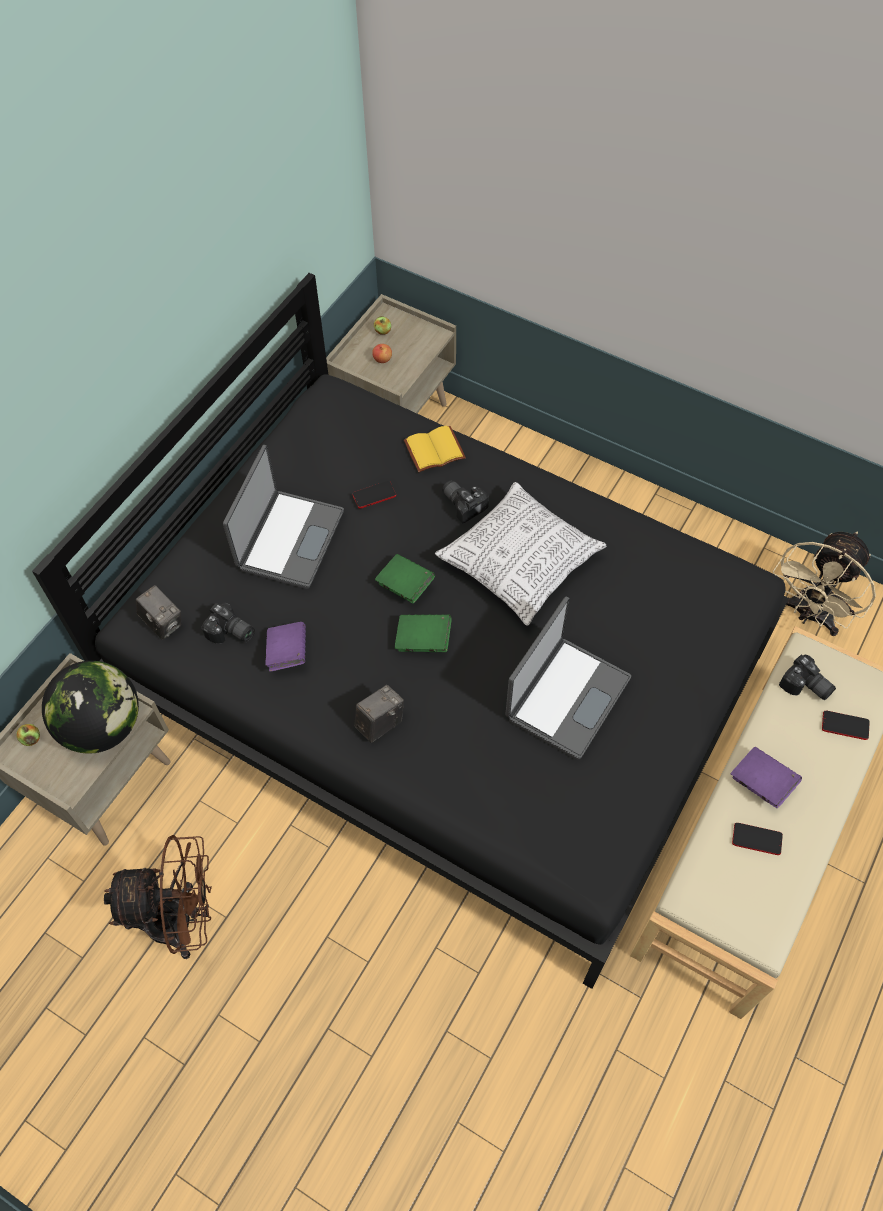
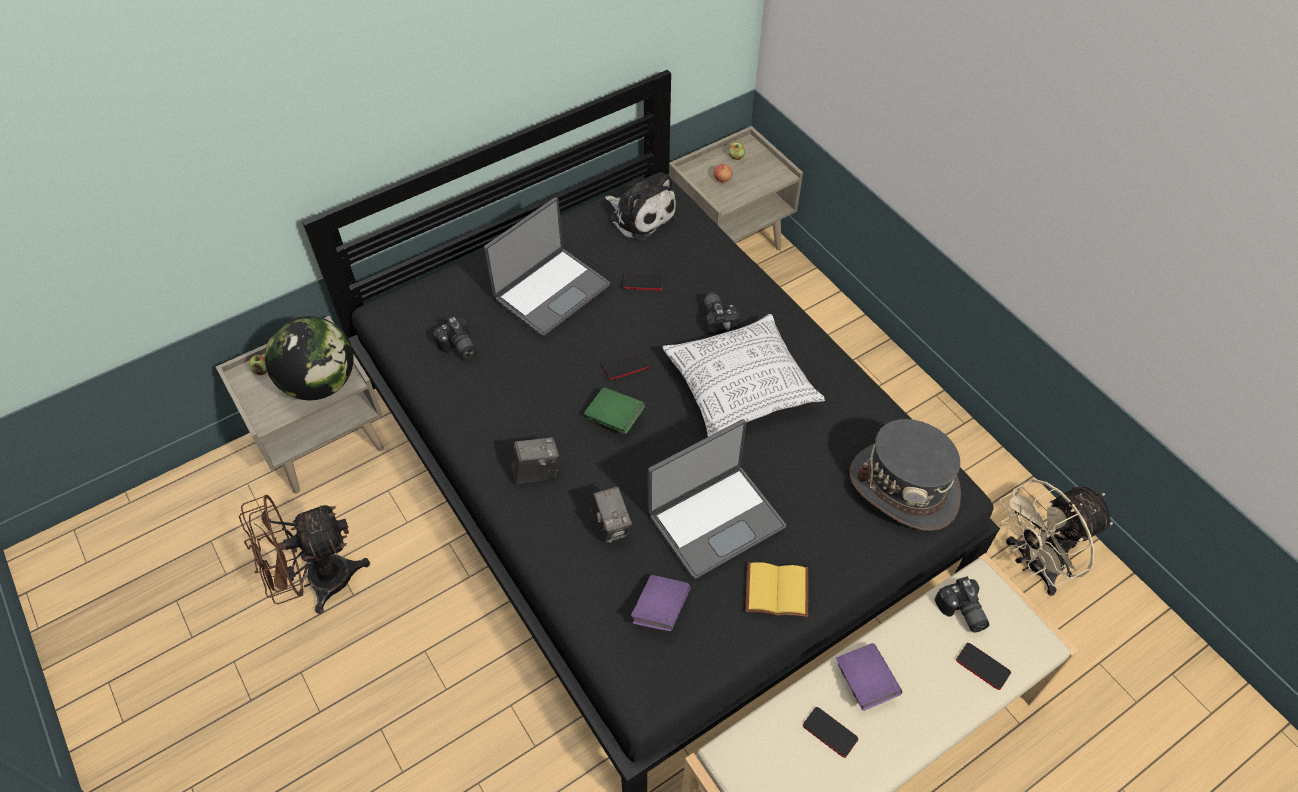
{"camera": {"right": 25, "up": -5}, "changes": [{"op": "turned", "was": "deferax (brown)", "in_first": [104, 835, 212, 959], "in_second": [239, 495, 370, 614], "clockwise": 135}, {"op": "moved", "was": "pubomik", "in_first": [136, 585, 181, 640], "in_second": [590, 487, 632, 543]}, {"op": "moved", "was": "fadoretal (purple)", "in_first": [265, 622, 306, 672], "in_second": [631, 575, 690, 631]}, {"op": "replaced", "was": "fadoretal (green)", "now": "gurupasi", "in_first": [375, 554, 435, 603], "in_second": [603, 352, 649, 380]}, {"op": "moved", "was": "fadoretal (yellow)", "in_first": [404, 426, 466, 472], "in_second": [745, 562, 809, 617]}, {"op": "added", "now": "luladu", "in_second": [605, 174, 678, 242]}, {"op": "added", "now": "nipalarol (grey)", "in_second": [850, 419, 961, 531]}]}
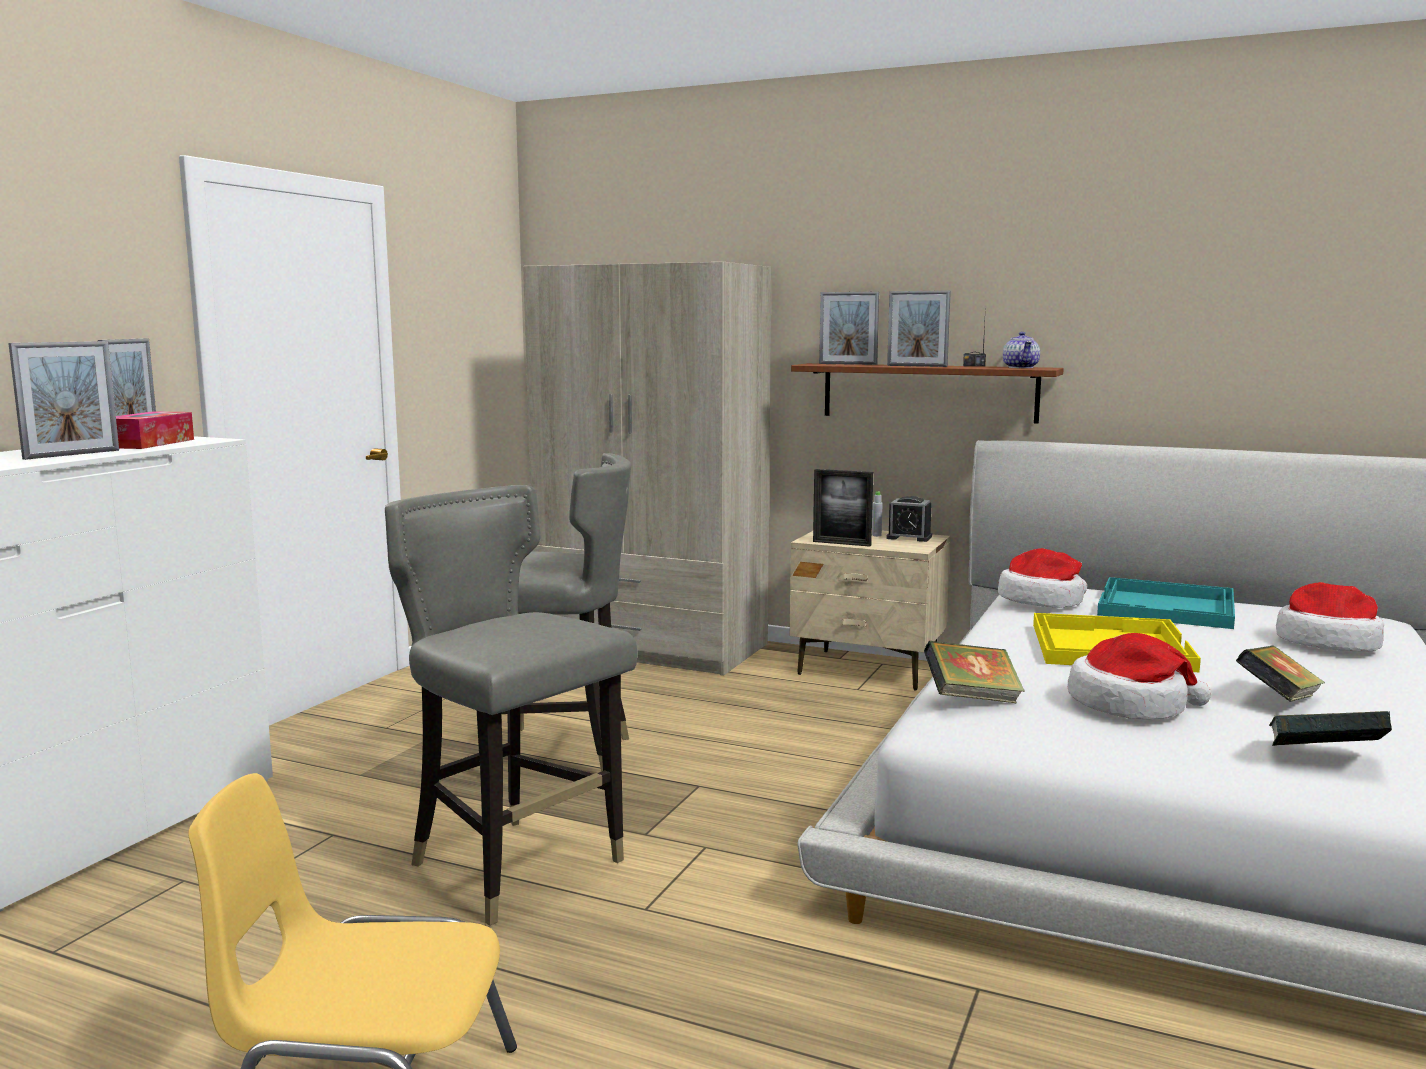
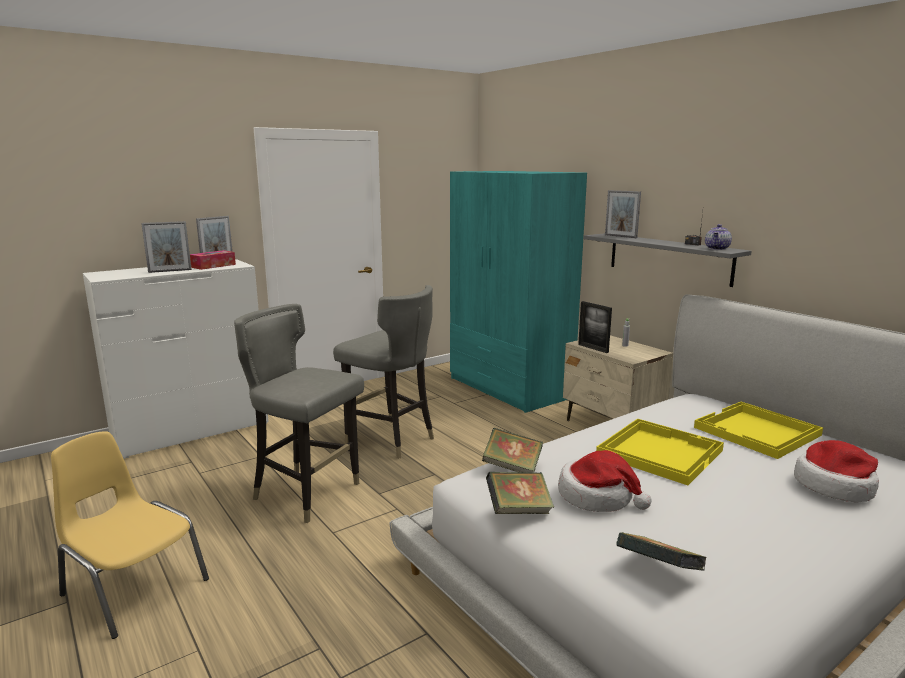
{"camera": {"right": 30, "up": 5}, "changes": [{"op": "turned", "was": "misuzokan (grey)", "in_first": [385, 485, 637, 926], "in_second": [234, 304, 364, 523], "clockwise": -45}, {"op": "recoloured", "was": "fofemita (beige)", "now": "fofemita (turquoise)", "in_first": [523, 262, 771, 676], "in_second": [450, 171, 587, 413]}, {"op": "recoloured", "was": "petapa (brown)", "now": "petapa (grey)", "in_first": [791, 363, 1064, 424], "in_second": [584, 233, 752, 287]}, {"op": "removed", "was": "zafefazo", "in_first": [886, 496, 932, 542]}, {"op": "removed", "was": "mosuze", "in_first": [887, 291, 951, 367]}, {"op": "removed", "was": "nipalarol", "in_first": [998, 548, 1087, 608]}, {"op": "recoloured", "was": "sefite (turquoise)", "now": "sefite (yellow)", "in_first": [1097, 577, 1235, 629], "in_second": [694, 402, 823, 459]}, {"op": "moved", "was": "fadoretal", "in_first": [1236, 646, 1325, 702], "in_second": [486, 472, 554, 514]}]}
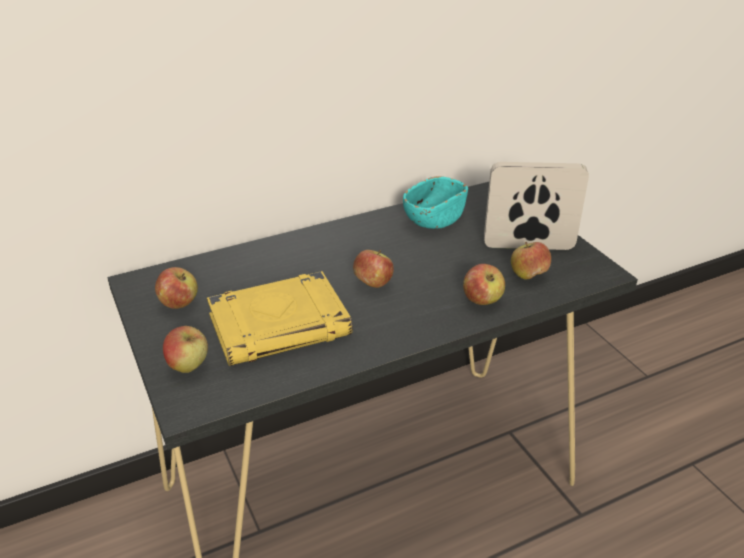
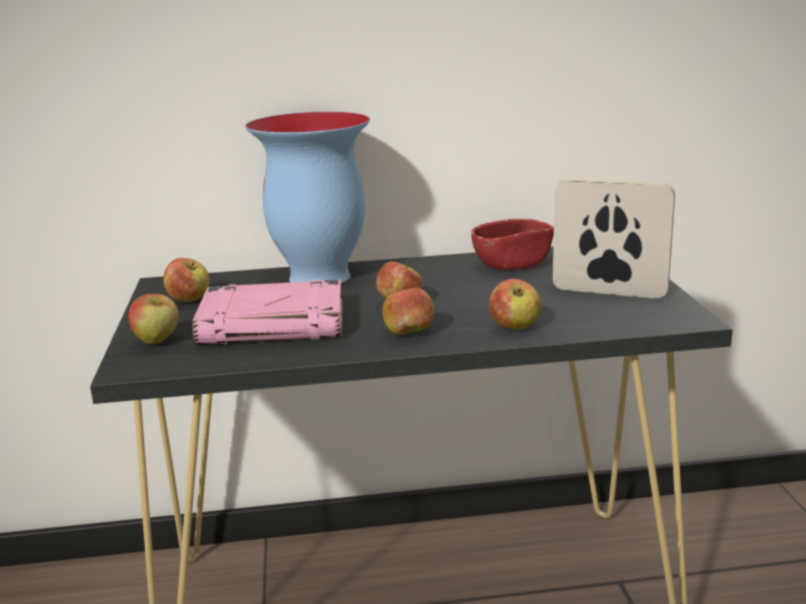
{"camera": {"right": 20, "up": -15}, "changes": [{"op": "recoloured", "was": "fadoretal (yellow)", "now": "fadoretal (pink)", "in_first": [207, 271, 353, 366], "in_second": [192, 279, 342, 345]}, {"op": "recoloured", "was": "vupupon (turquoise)", "now": "vupupon (red)", "in_first": [403, 176, 468, 229], "in_second": [471, 218, 554, 270]}, {"op": "moved", "was": "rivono", "in_first": [511, 242, 551, 279], "in_second": [382, 286, 434, 335]}, {"op": "added", "now": "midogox", "in_second": [245, 112, 370, 283]}]}
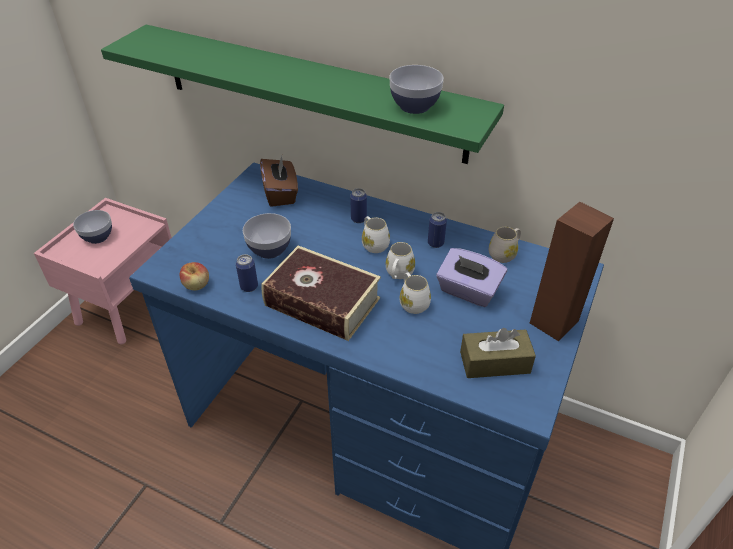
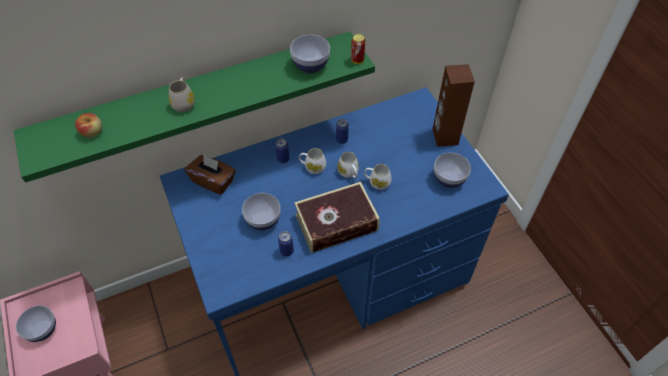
{"camera": {"right": -50, "up": 10}, "changes": [{"op": "moved", "was": "rivono", "in_first": [180, 262, 209, 290], "in_second": [75, 113, 102, 138]}, {"op": "removed", "was": "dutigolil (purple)", "in_first": [436, 248, 507, 307]}, {"op": "replaced", "was": "dutigolil (brown)", "now": "vupupon", "in_first": [460, 328, 536, 378], "in_second": [434, 153, 471, 188]}, {"op": "moved", "was": "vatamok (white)", "in_first": [489, 227, 521, 263], "in_second": [169, 78, 195, 112]}, {"op": "added", "now": "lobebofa", "in_second": [351, 34, 365, 64]}]}
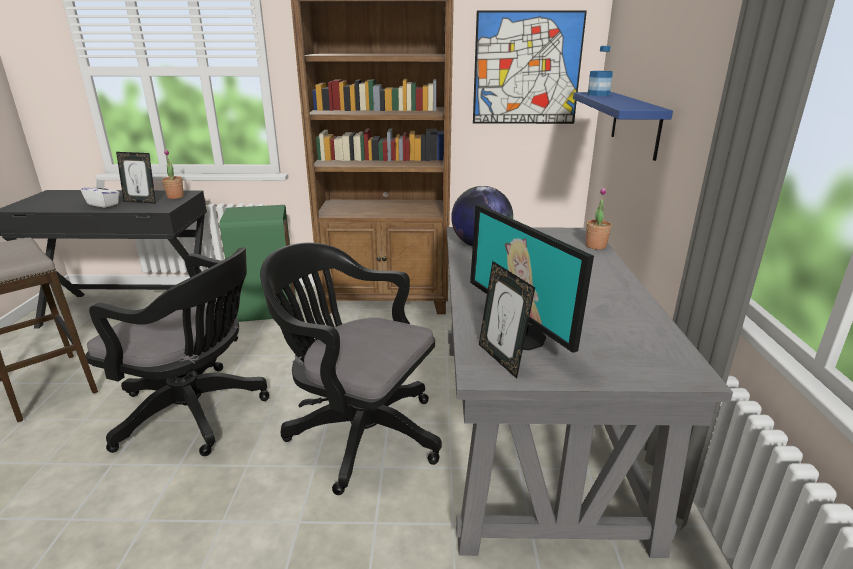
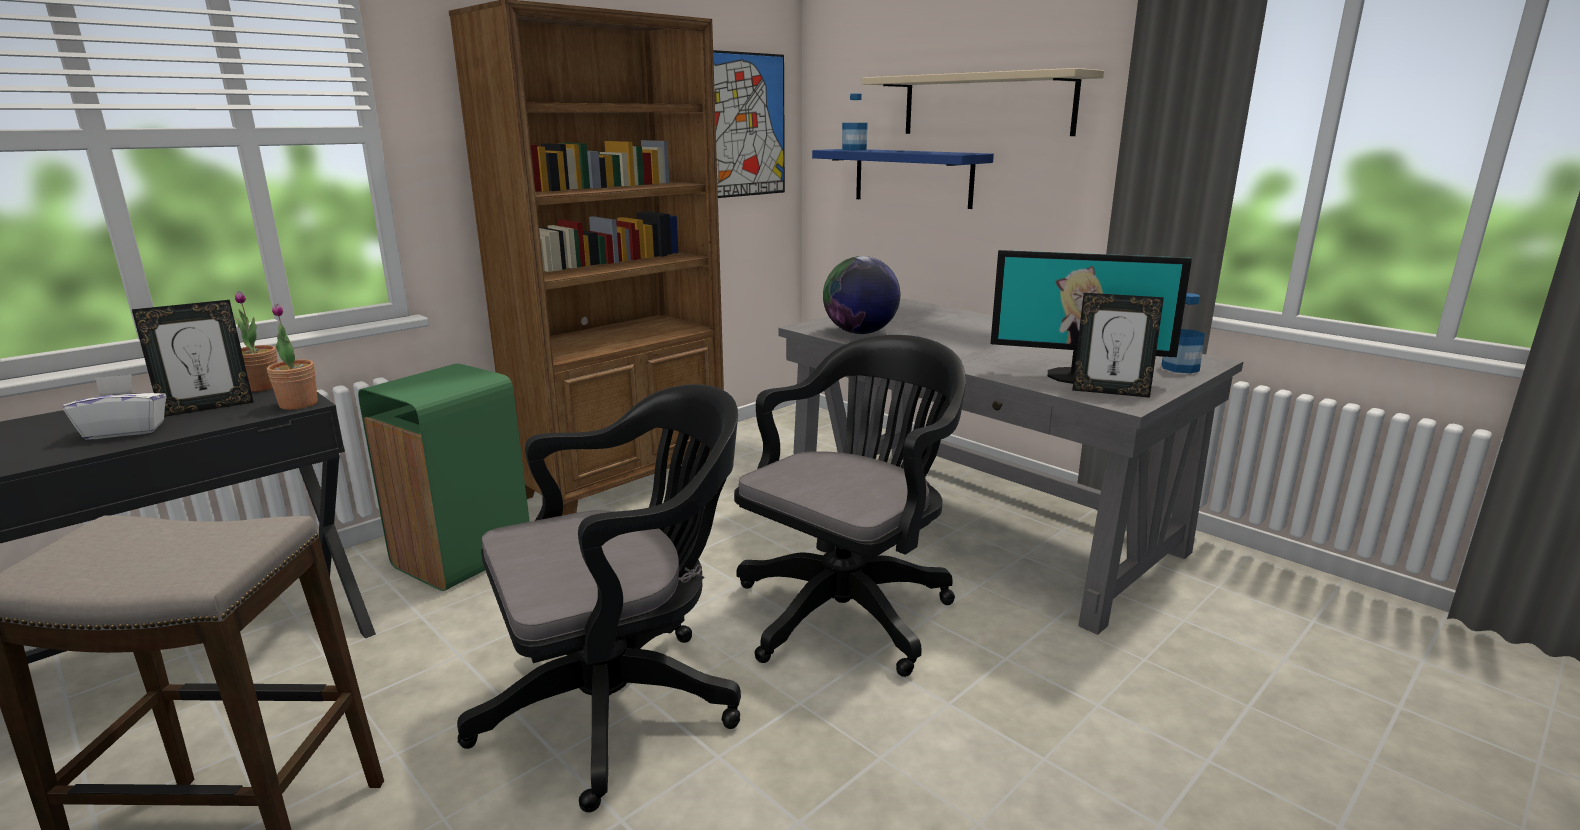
{"camera": {"right": -45, "up": -5}, "changes": [{"op": "turned", "was": "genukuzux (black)", "in_first": [260, 243, 442, 495], "in_second": [734, 335, 966, 677], "clockwise": 150}, {"op": "moved", "was": "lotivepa", "in_first": [586, 187, 612, 250], "in_second": [267, 303, 318, 410]}, {"op": "added", "now": "petapa (beige)", "in_second": [862, 68, 1104, 136]}, {"op": "added", "now": "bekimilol", "in_second": [1162, 293, 1205, 373]}]}
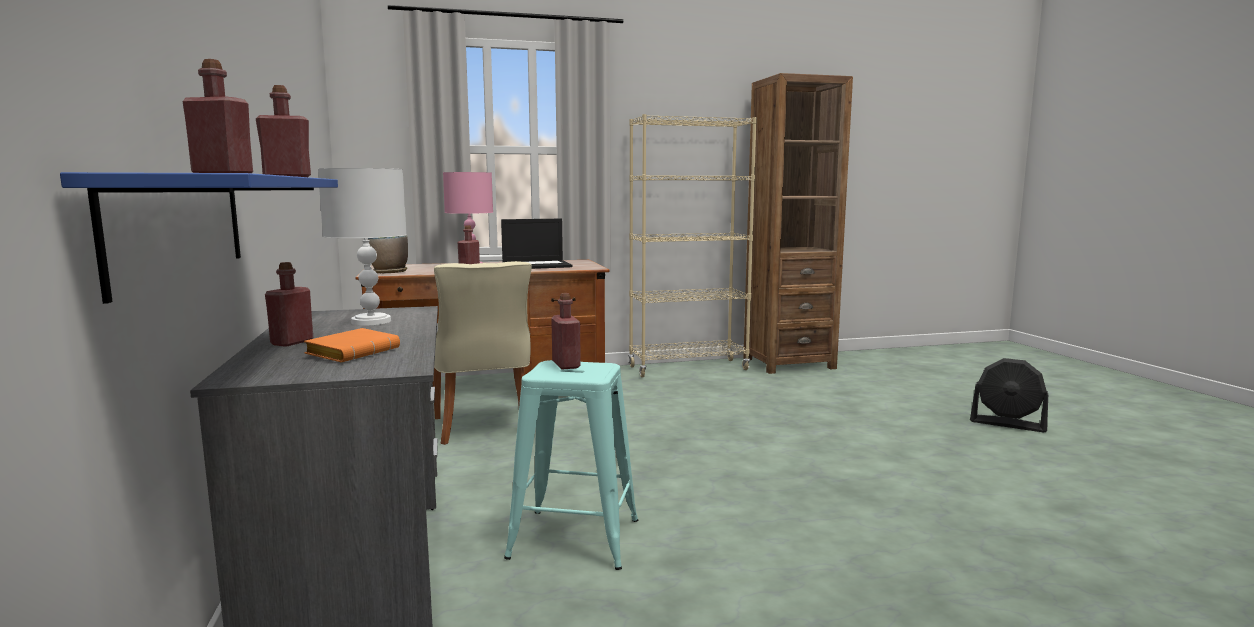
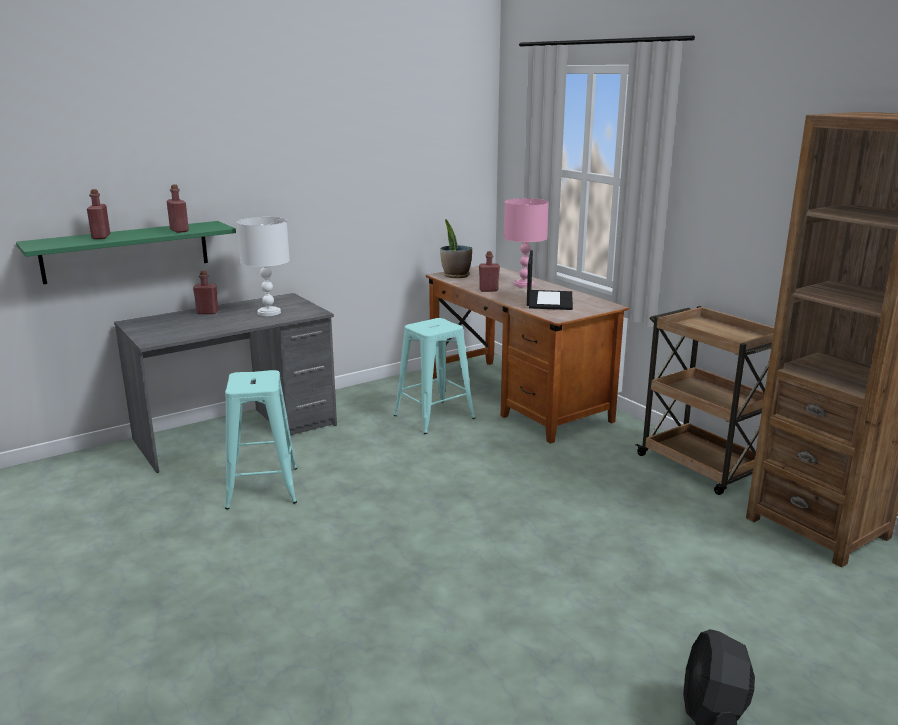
{"camera": {"right": 70, "up": 10}, "changes": [{"op": "recoloured", "was": "petapa (blue)", "now": "petapa (green)", "in_first": [60, 172, 338, 304], "in_second": [16, 221, 236, 284]}, {"op": "removed", "was": "fadoretal (orange)", "in_first": [304, 328, 400, 362]}, {"op": "replaced", "was": "misuzokan (beige)", "now": "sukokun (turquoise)", "in_first": [432, 261, 532, 445], "in_second": [393, 318, 475, 434]}, {"op": "turned", "was": "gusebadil", "in_first": [501, 219, 572, 269], "in_second": [527, 250, 573, 310], "clockwise": -135}, {"op": "removed", "was": "bekimilol (red)", "in_first": [551, 293, 581, 369]}, {"op": "replaced", "was": "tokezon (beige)", "now": "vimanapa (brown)", "in_first": [628, 114, 757, 377], "in_second": [635, 306, 774, 495]}]}
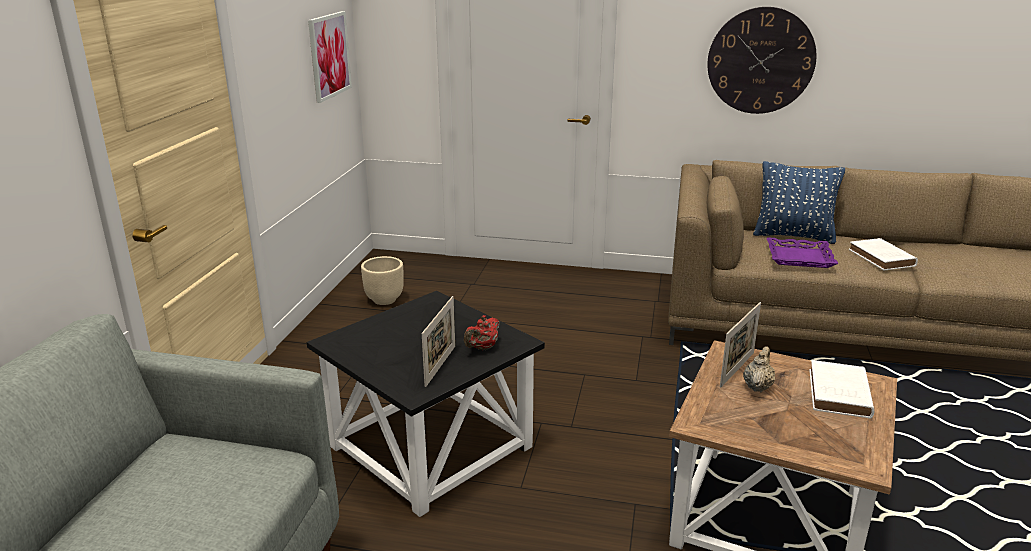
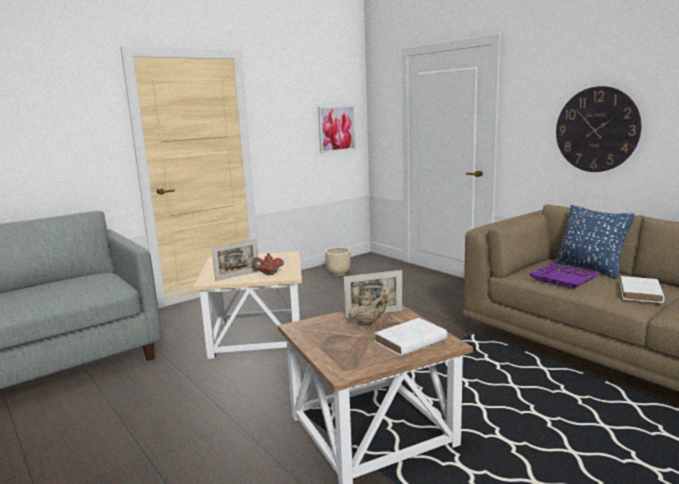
{"camera": {"right": 40, "up": -10}, "changes": [{"op": "recoloured", "was": "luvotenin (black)", "now": "luvotenin (beige)", "in_first": [307, 291, 545, 517], "in_second": [193, 251, 302, 359]}]}
